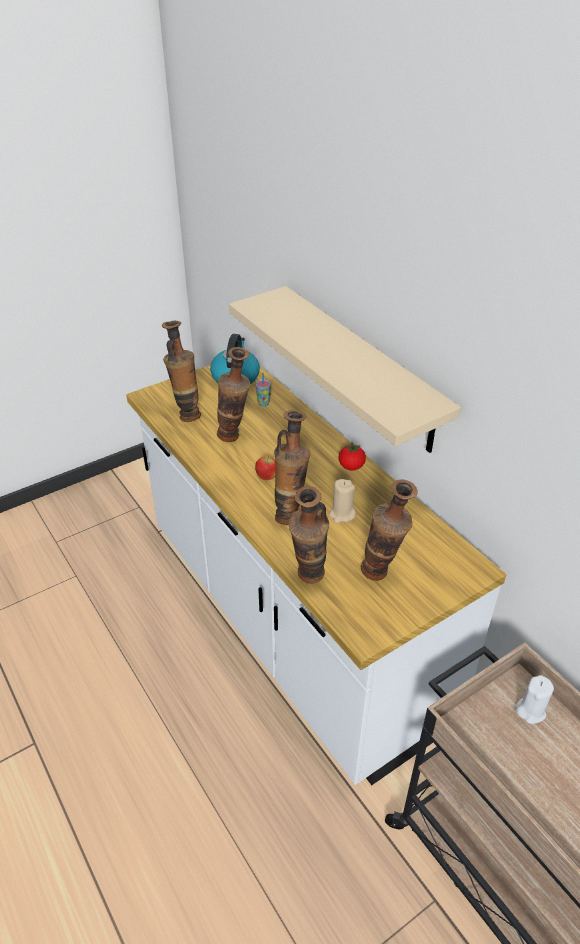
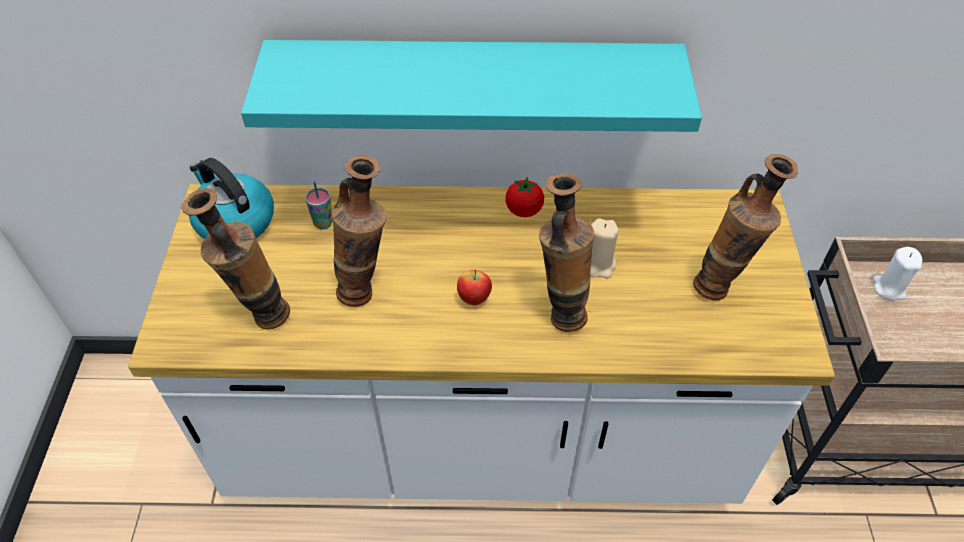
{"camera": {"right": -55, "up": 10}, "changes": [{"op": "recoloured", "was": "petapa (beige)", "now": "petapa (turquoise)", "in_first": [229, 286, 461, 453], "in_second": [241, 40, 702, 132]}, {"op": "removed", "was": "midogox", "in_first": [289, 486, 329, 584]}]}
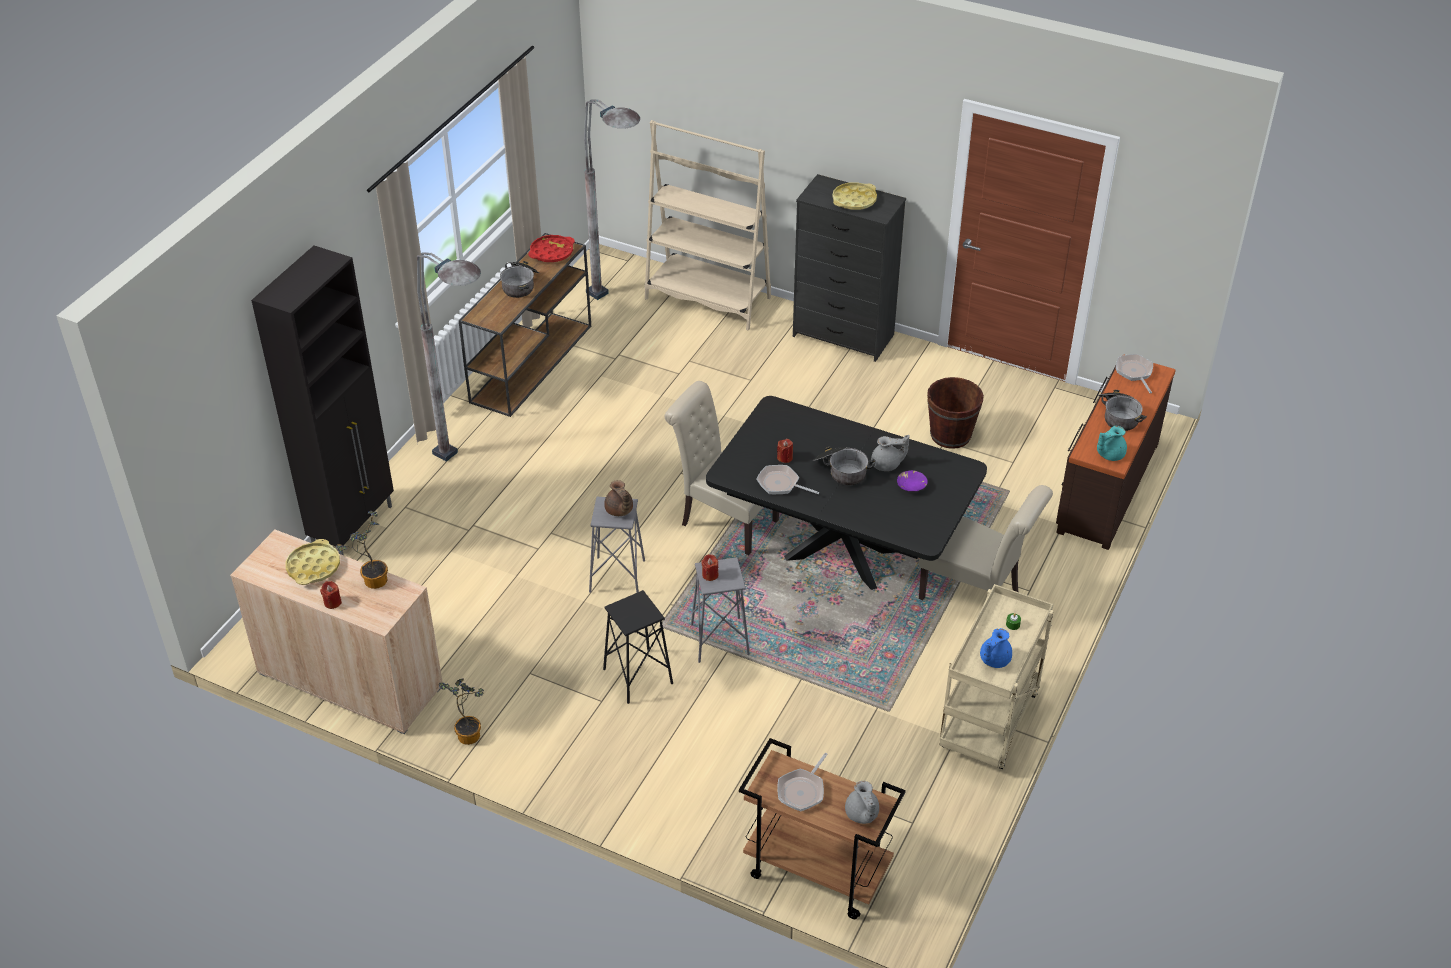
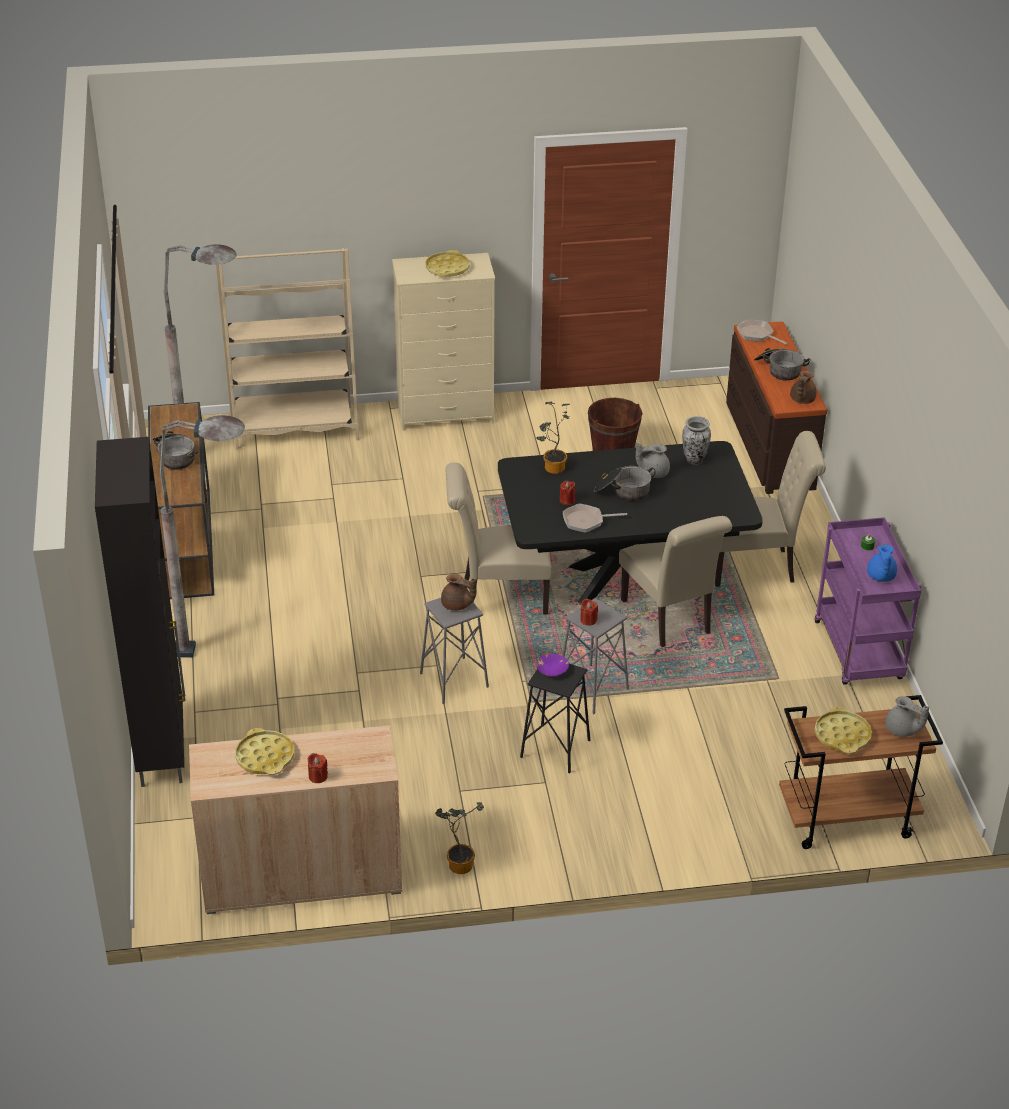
{"camera": {"right": -35, "up": -5}, "changes": [{"op": "moved", "was": "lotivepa", "in_first": [336, 511, 388, 589], "in_second": [536, 402, 570, 474]}, {"op": "removed", "was": "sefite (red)", "in_first": [528, 235, 575, 262]}, {"op": "replaced", "was": "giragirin", "now": "sefite (yellow)", "in_first": [777, 753, 828, 811], "in_second": [815, 707, 872, 754]}, {"op": "recoloured", "was": "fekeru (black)", "now": "fekeru (beige)", "in_first": [793, 174, 906, 362], "in_second": [392, 253, 495, 430]}, {"op": "turned", "was": "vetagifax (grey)", "in_first": [871, 435, 909, 471], "in_second": [636, 443, 670, 478], "clockwise": -150}, {"op": "moved", "was": "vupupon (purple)", "in_first": [897, 470, 928, 492], "in_second": [537, 654, 569, 676]}, {"op": "recoloured", "was": "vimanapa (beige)", "now": "vimanapa (purple)", "in_first": [939, 584, 1053, 769], "in_second": [815, 517, 921, 685]}, {"op": "recoloured", "was": "vetagifax (turquoise)", "now": "vetagifax (brown)", "in_first": [1097, 426, 1127, 461], "in_second": [790, 371, 817, 404]}, {"op": "added", "now": "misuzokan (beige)", "in_second": [619, 516, 732, 647]}, {"op": "added", "now": "midogox", "in_second": [682, 416, 711, 465]}]}
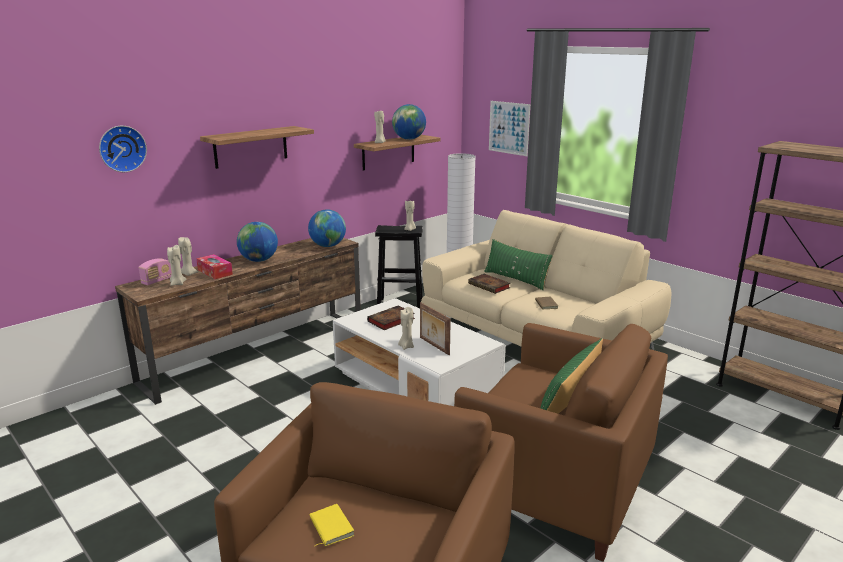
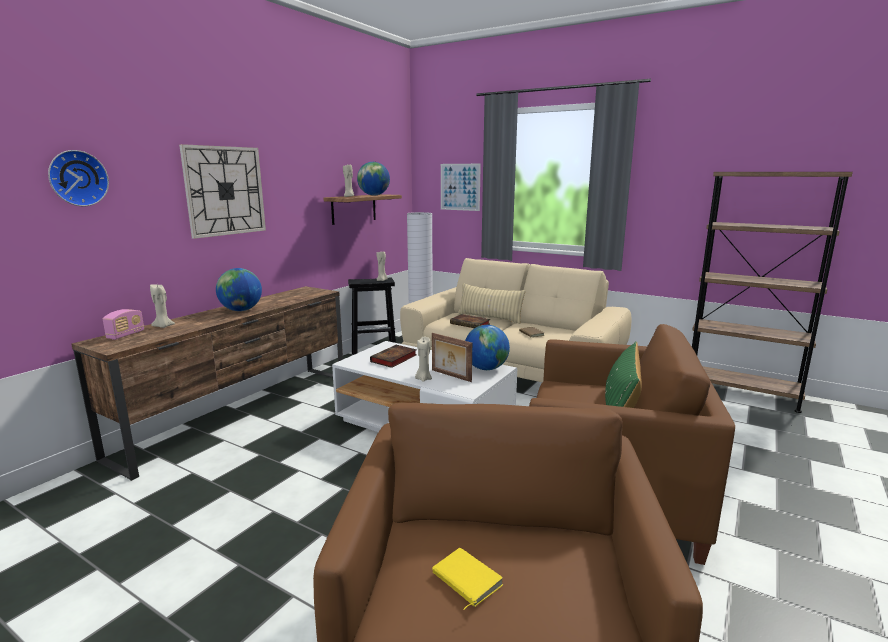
{"camera": {"right": -15, "up": -5}, "changes": [{"op": "removed", "was": "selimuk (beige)", "in_first": [167, 245, 186, 286]}, {"op": "removed", "was": "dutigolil", "in_first": [196, 254, 233, 279]}, {"op": "replaced", "was": "petapa", "now": "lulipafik", "in_first": [200, 126, 314, 169], "in_second": [179, 144, 266, 239]}, {"op": "moved", "was": "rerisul", "in_first": [308, 209, 346, 247], "in_second": [465, 325, 510, 370]}, {"op": "recoloured", "was": "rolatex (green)", "now": "rolatex (beige)", "in_first": [484, 239, 553, 290], "in_second": [458, 283, 525, 324]}]}
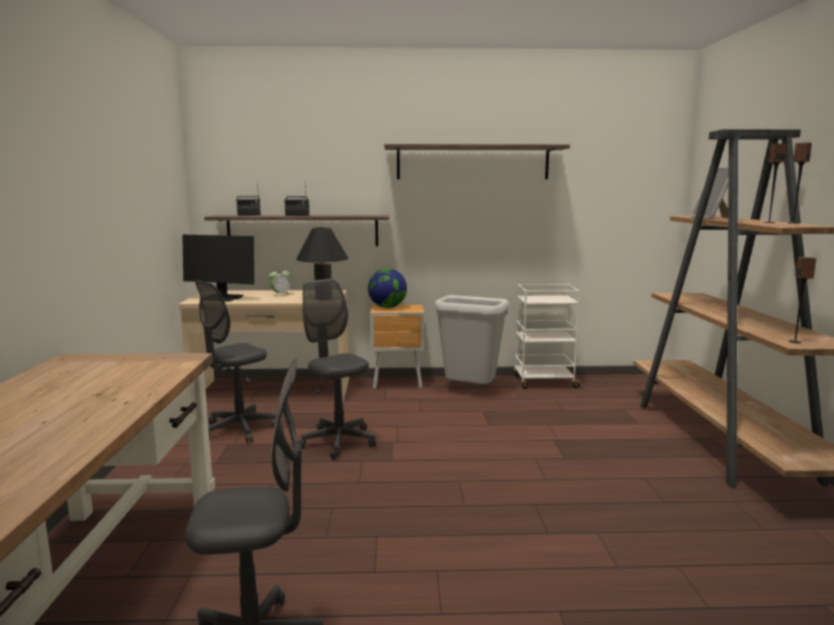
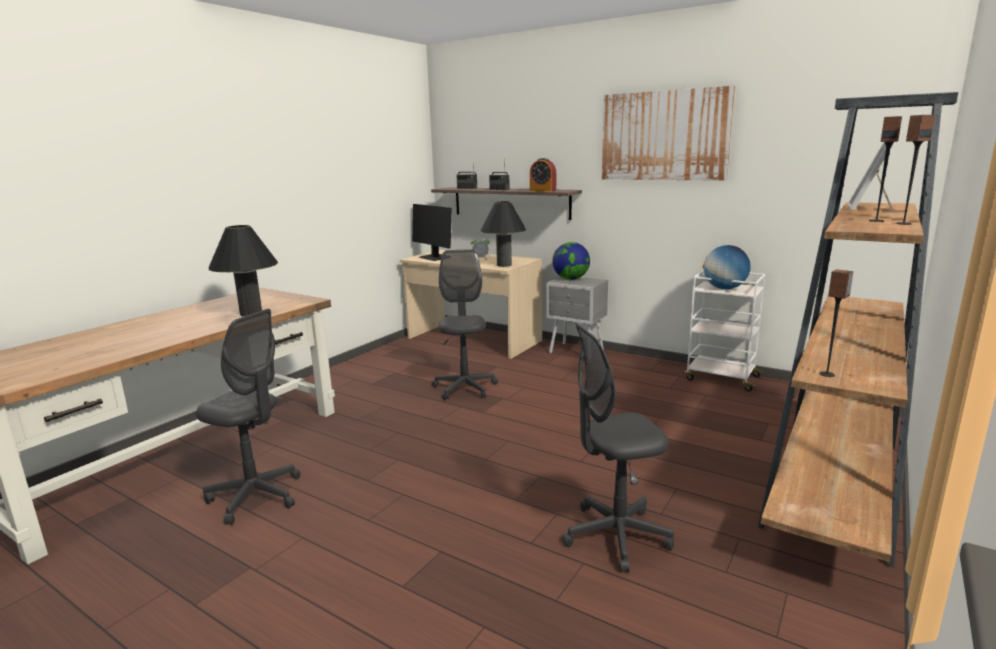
{"camera": {"right": 35, "up": 5}, "changes": [{"op": "moved", "was": "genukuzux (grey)", "in_first": [195, 280, 276, 443], "in_second": [562, 323, 674, 572]}, {"op": "recoloured", "was": "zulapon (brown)", "now": "zulapon (grey)", "in_first": [370, 305, 424, 389], "in_second": [546, 277, 608, 353]}, {"op": "replaced", "was": "petapa", "now": "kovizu", "in_first": [384, 144, 570, 179], "in_second": [602, 86, 735, 181]}, {"op": "removed", "was": "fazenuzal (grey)", "in_first": [434, 295, 509, 384]}, {"op": "added", "now": "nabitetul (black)", "in_second": [209, 225, 278, 317]}, {"op": "added", "now": "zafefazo", "in_second": [530, 158, 556, 191]}, {"op": "added", "now": "rerisul", "in_second": [702, 245, 751, 289]}]}
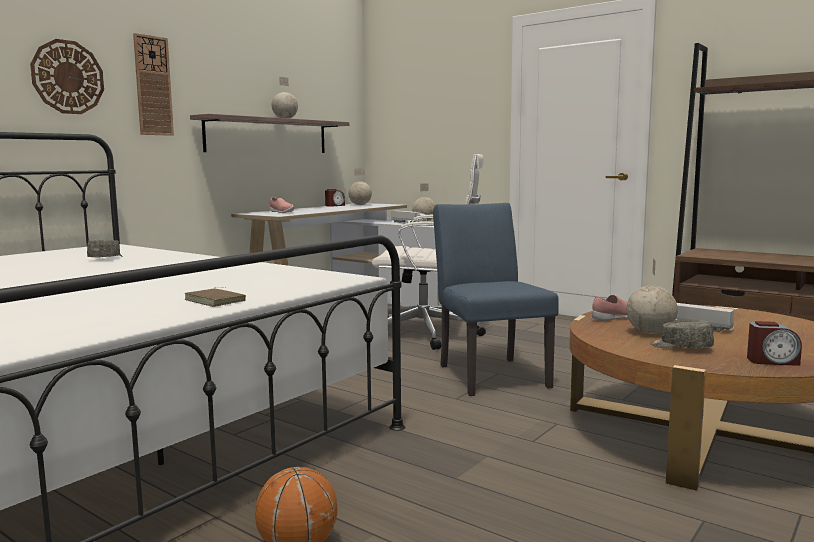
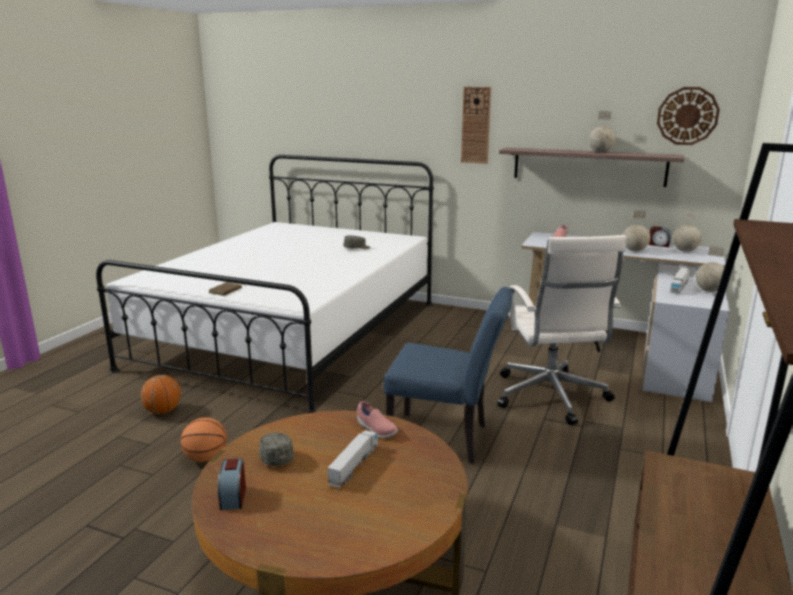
{"camera": {"right": 75, "up": 10}, "changes": [{"op": "moved", "was": "lulipafik", "in_first": [30, 39, 104, 114], "in_second": [657, 87, 720, 145]}, {"op": "turned", "was": "misuzokan (blue)", "in_first": [433, 203, 559, 396], "in_second": [383, 287, 512, 464], "clockwise": 45}, {"op": "moved", "was": "rerisul", "in_first": [626, 258, 678, 334], "in_second": [623, 210, 650, 251]}, {"op": "turned", "was": "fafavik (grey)", "in_first": [650, 320, 714, 348], "in_second": [259, 433, 294, 466], "clockwise": -45}, {"op": "added", "now": "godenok", "in_second": [180, 417, 227, 462]}]}
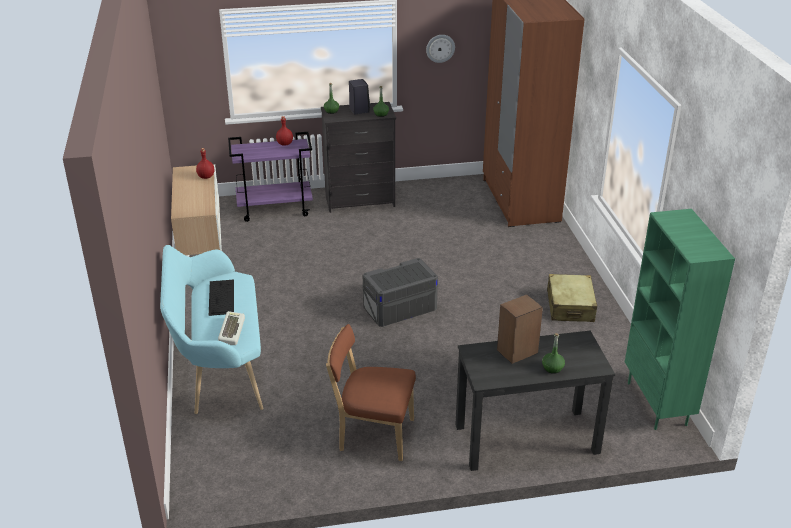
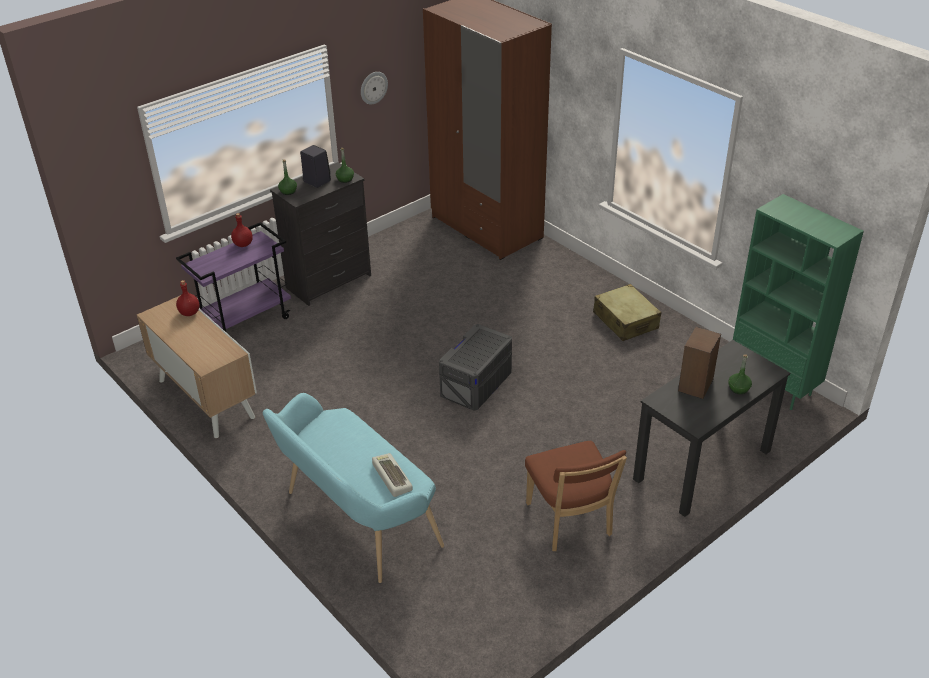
{"camera": {"right": -30, "up": 5}, "changes": [{"op": "removed", "was": "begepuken", "in_first": [209, 280, 234, 316]}, {"op": "turned", "was": "misuzokan (brown)", "in_first": [326, 324, 416, 461], "in_second": [525, 441, 627, 551], "clockwise": -90}]}
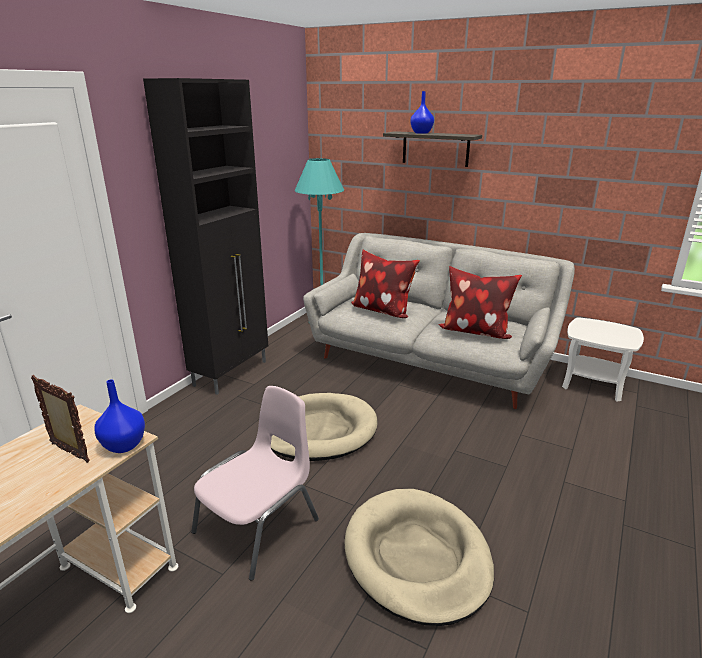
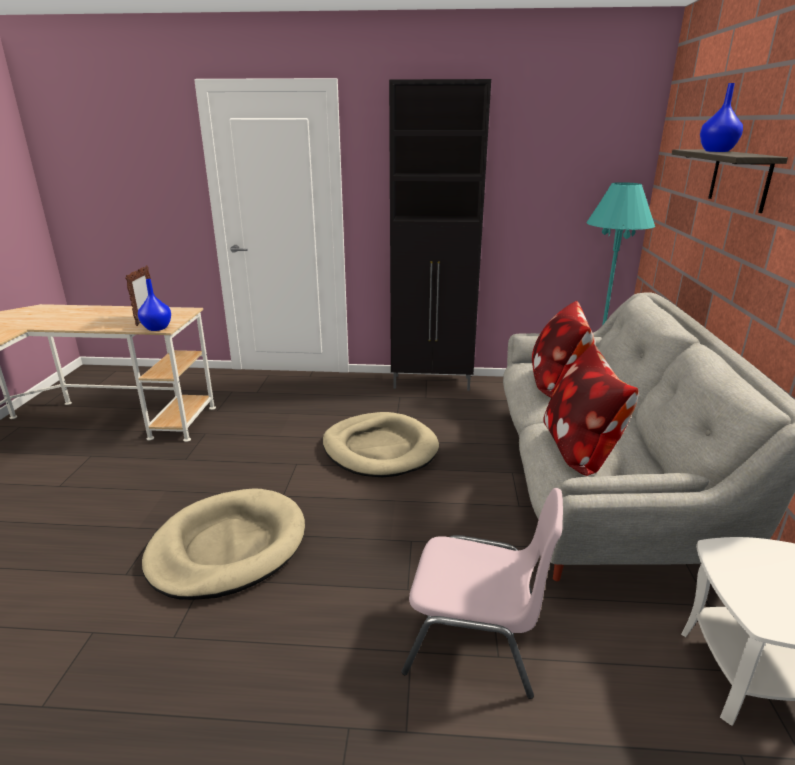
{"camera": {"right": 65, "up": 0}, "changes": [{"op": "moved", "was": "misuzokan (pink)", "in_first": [191, 386, 319, 581], "in_second": [401, 488, 563, 699]}]}
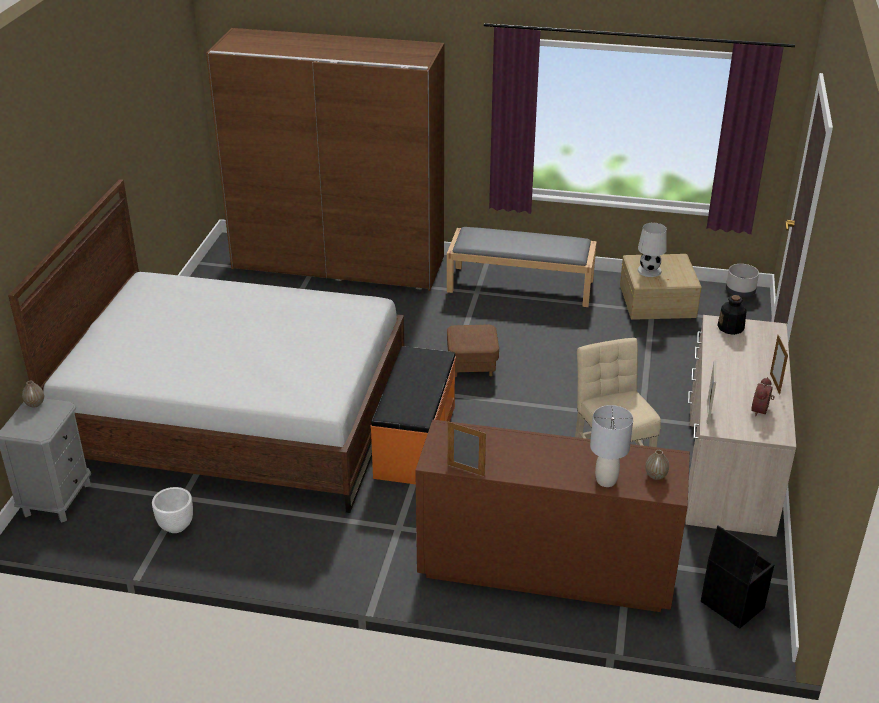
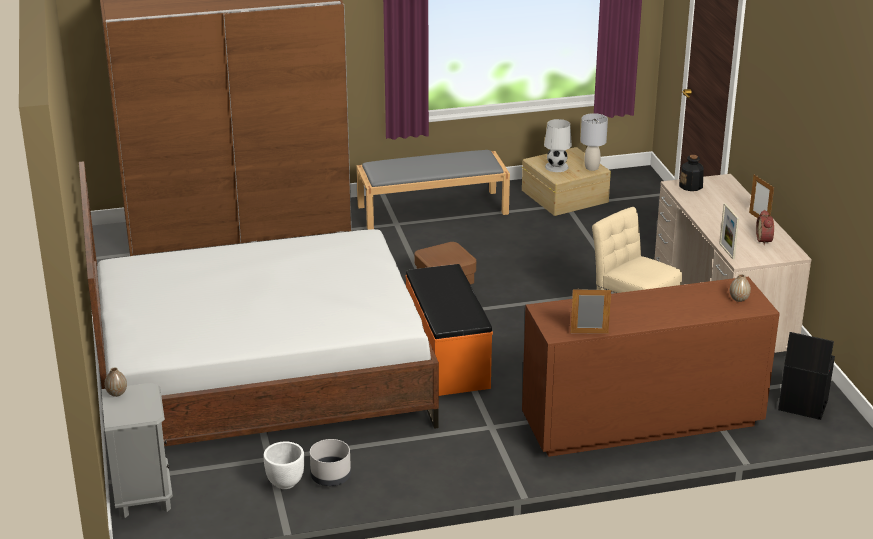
{"camera": {"right": -25, "up": -5}, "changes": [{"op": "moved", "was": "nabitetul (grey)", "in_first": [590, 405, 633, 487], "in_second": [580, 113, 608, 171]}, {"op": "moved", "was": "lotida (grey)", "in_first": [726, 264, 759, 297], "in_second": [310, 439, 351, 486]}]}
